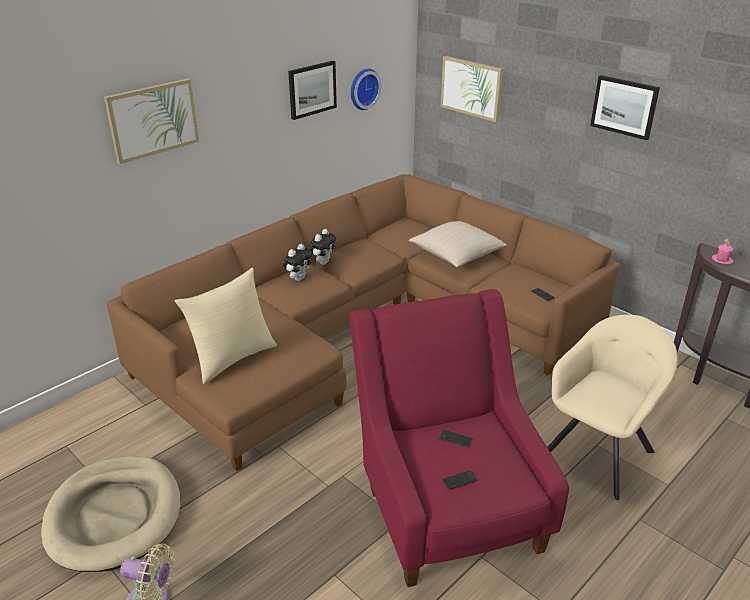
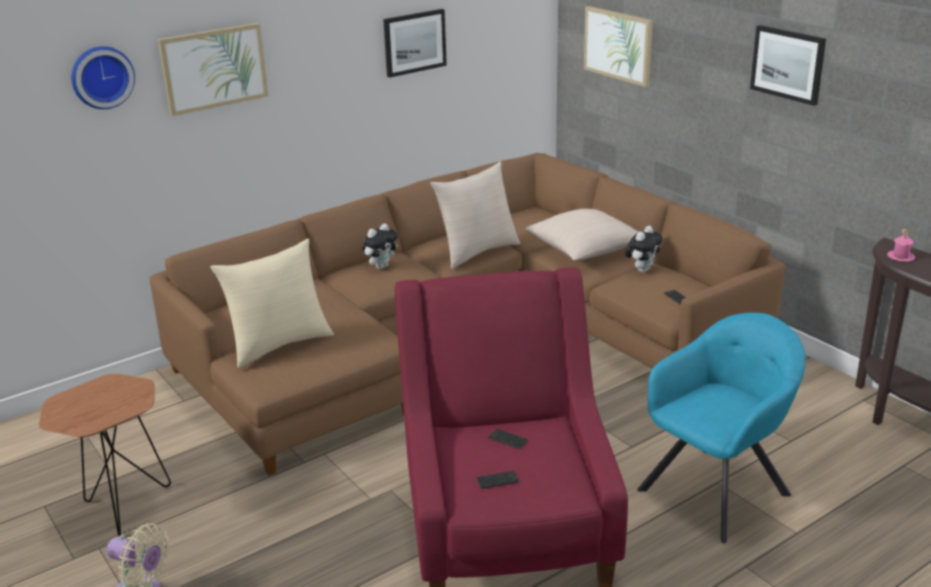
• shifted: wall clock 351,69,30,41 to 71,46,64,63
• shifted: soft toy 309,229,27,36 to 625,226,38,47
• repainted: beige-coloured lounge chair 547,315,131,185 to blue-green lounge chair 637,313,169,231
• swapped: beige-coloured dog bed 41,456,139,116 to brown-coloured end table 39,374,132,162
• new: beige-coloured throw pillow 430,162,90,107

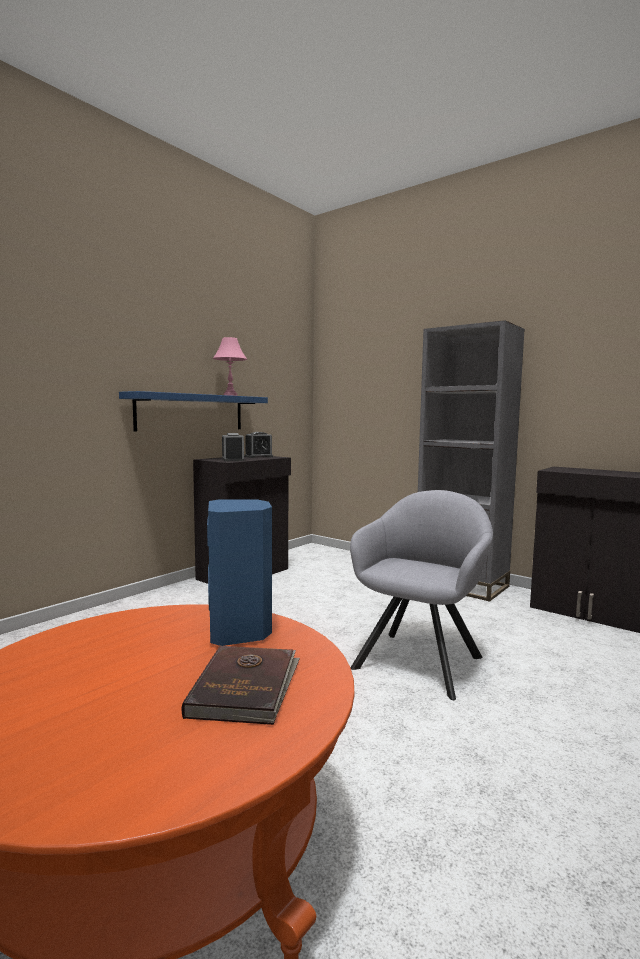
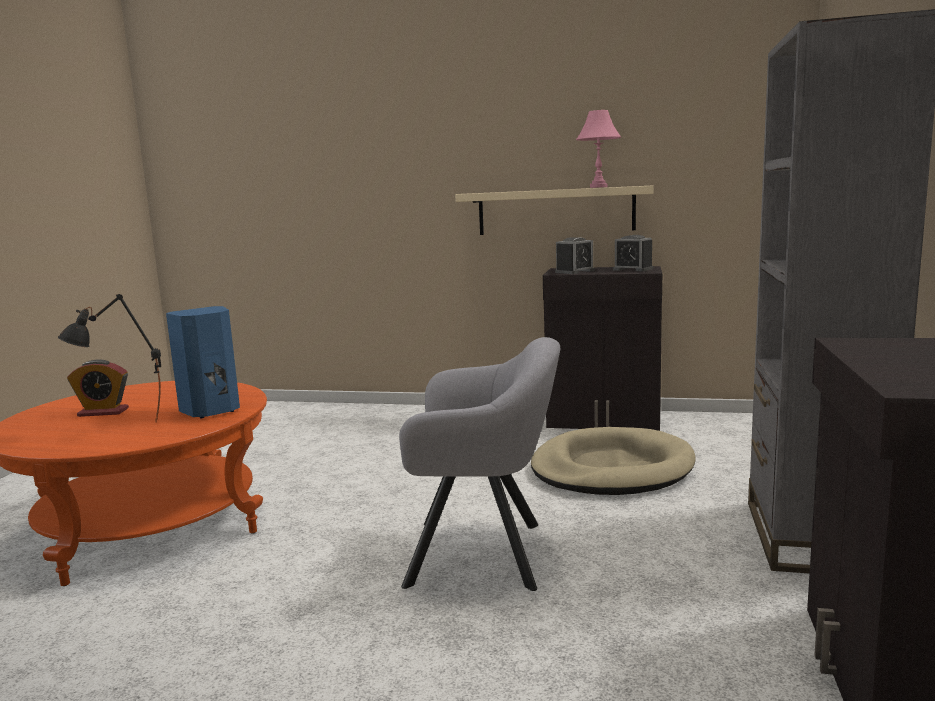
• repainted: blue-coloured bracket shelf 119,391,149,40 to beige-coloured bracket shelf 455,186,199,49
• swapped: brown-coloured bound book 182,645,118,80 to black-coloured lamp for a table 58,294,103,129
• new: bedside clock 67,359,62,58
• new: beige-coloured dog bed 531,427,164,68

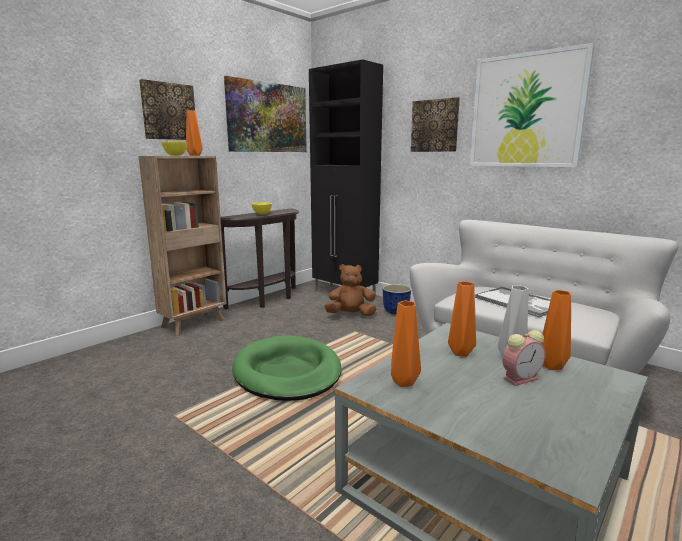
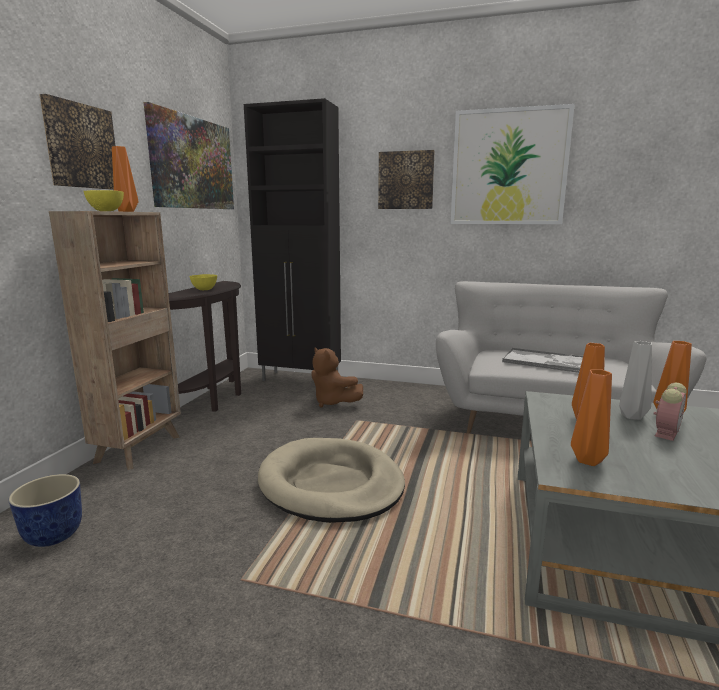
• rotated: brown-coloured soft toy 324,264,52,52 = 311,348,52,60 105 degrees counterclockwise
• shifted: plant pot 383,284,28,31 to 8,474,74,73
• repainted: green-coloured dog bed 232,335,109,66 to beige-coloured dog bed 258,438,147,85

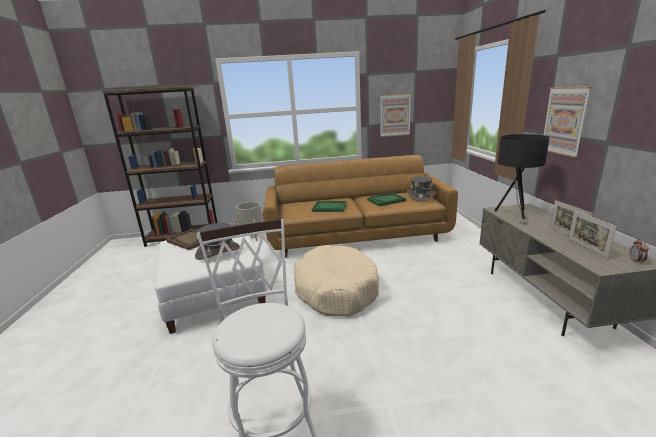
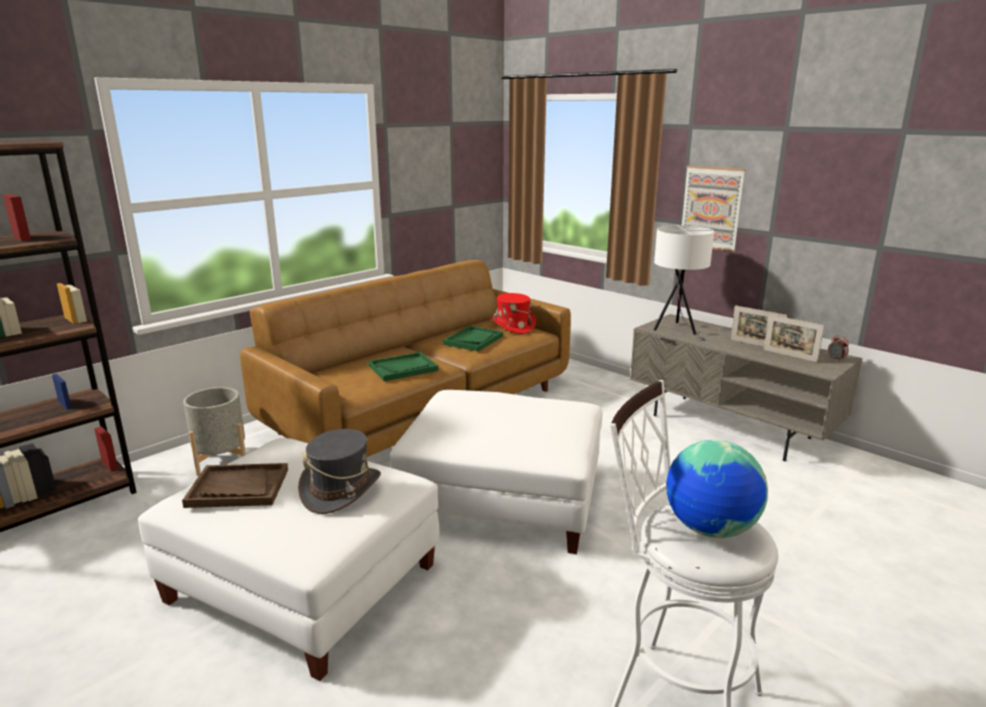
• gone: picture 380,93,31,44
• repainted: black-coloured lamp for a table 494,134,56,91 to white-coloured lamp for a table 653,225,61,116
• repainted: grey clothing hat 407,176,29,26 to red-coloured clothing hat 490,293,46,41
• swapped: beige-coloured dog bed 294,245,85,71 to white-coloured ottoman 390,390,212,164
• new: globe 666,440,102,98

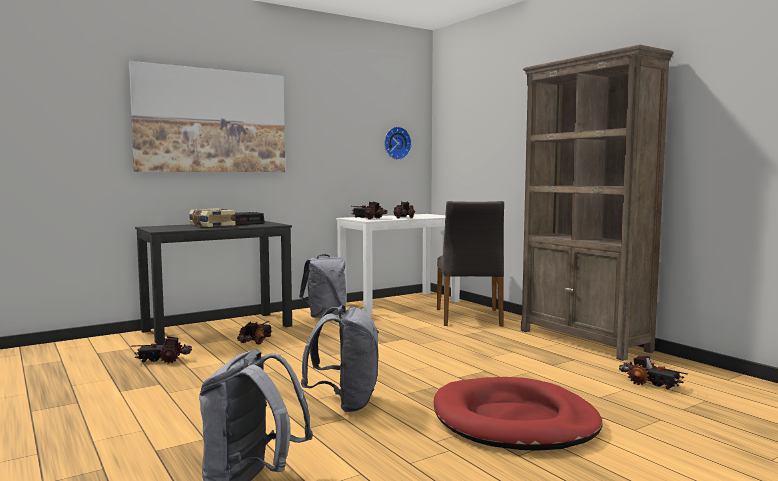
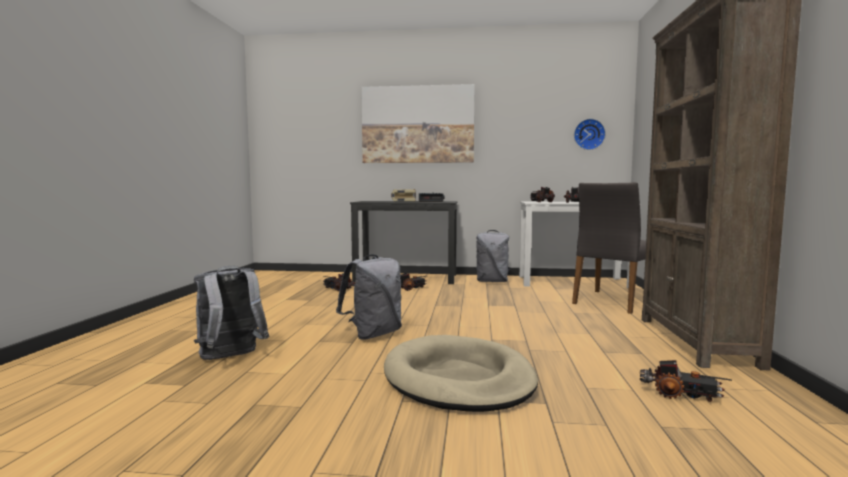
• rotated: toy truck 619,356,69,34 = 640,360,92,42 60 degrees counterclockwise
• repainted: red-coloured dog bed 434,377,168,74 to beige-coloured dog bed 384,335,154,77

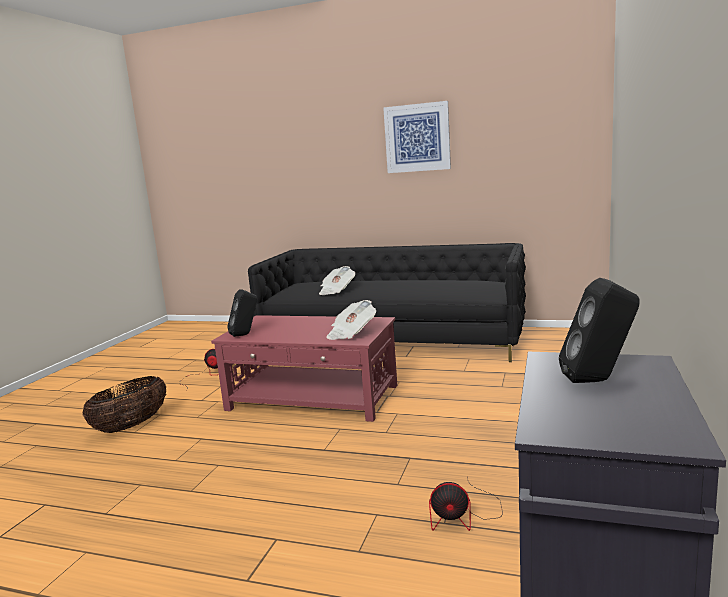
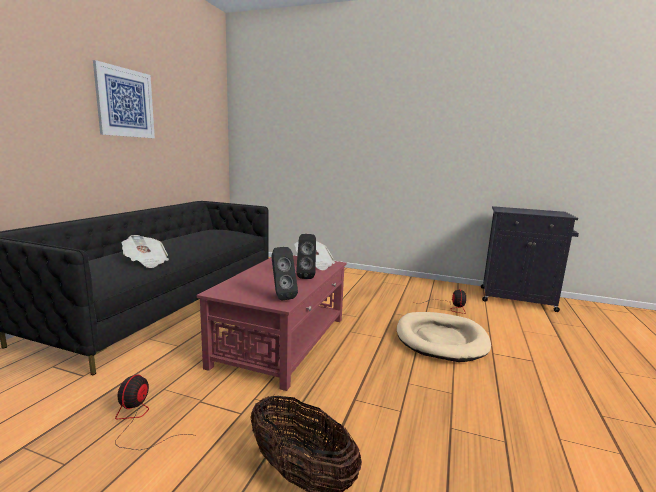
• shifted: black-coloured audio speaker 559,278,81,105 to 296,234,20,45
• new: beige-coloured dog bed 397,312,94,50

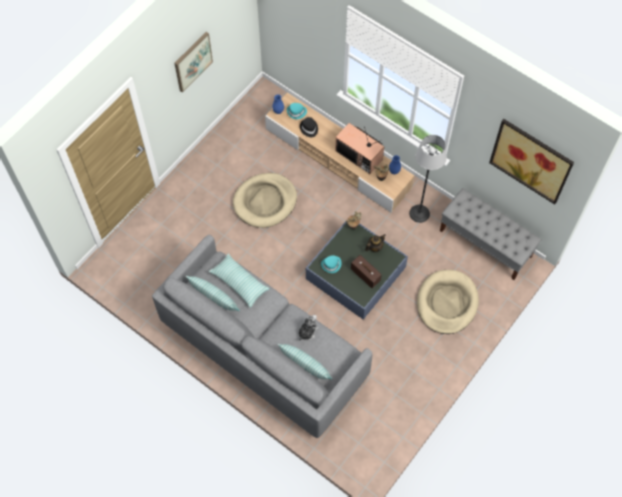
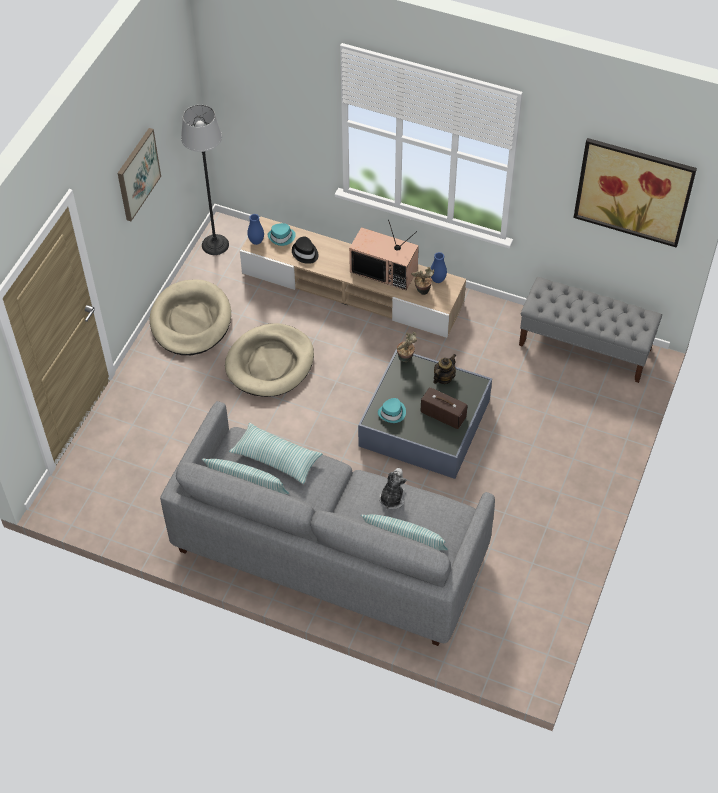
• shifted: standing lamp 409,135,38,88 to 181,105,48,150
• shifted: beige-coloured dog bed 417,270,62,64 to 150,279,81,76

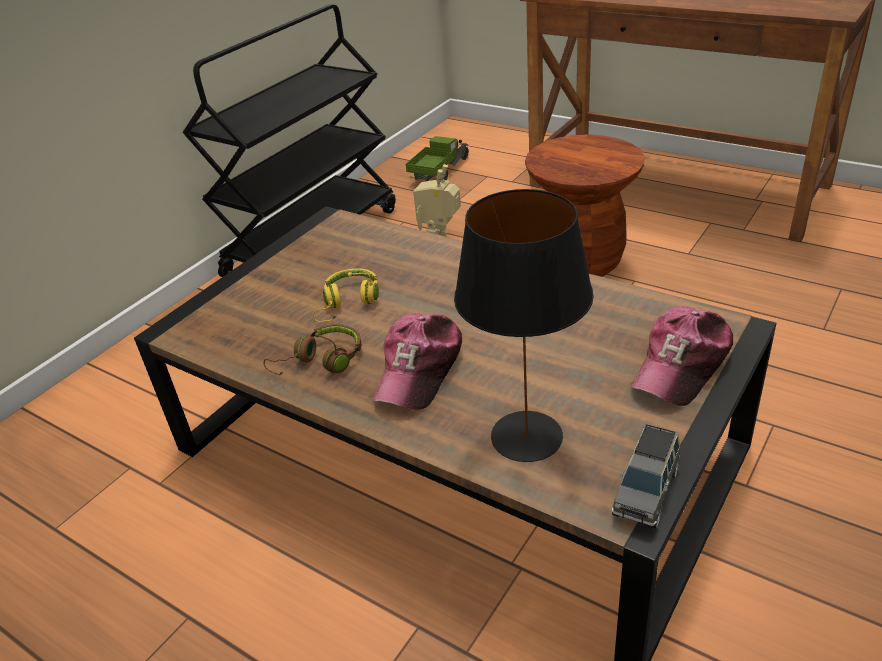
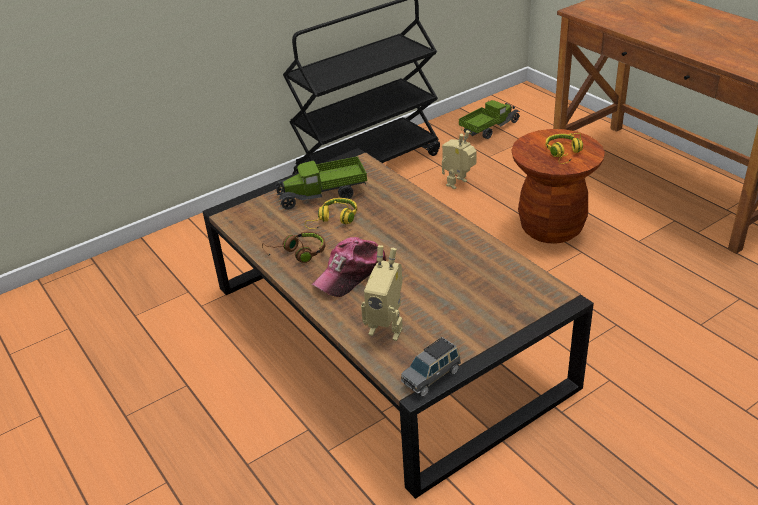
• swapped: black-coloured lamp for a table 454,189,140,273 to toy robot 361,245,42,96
• gone: baseball cap 631,306,102,100
• new: yellowish pair of headphones 546,133,37,31
• new: toy truck 275,156,92,54

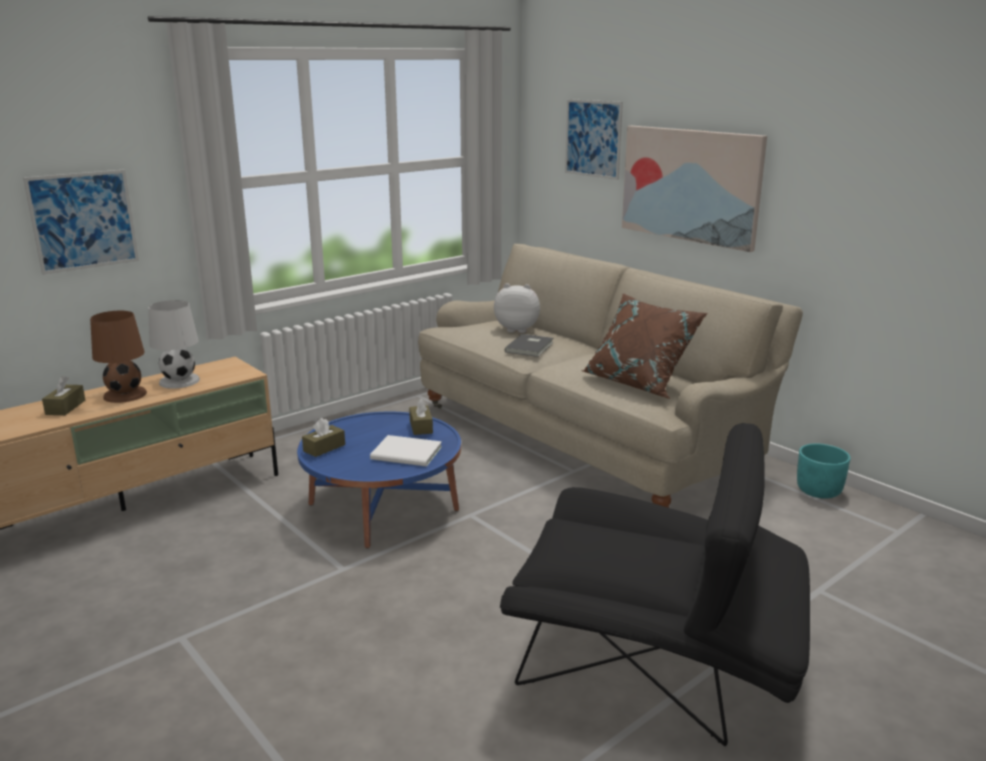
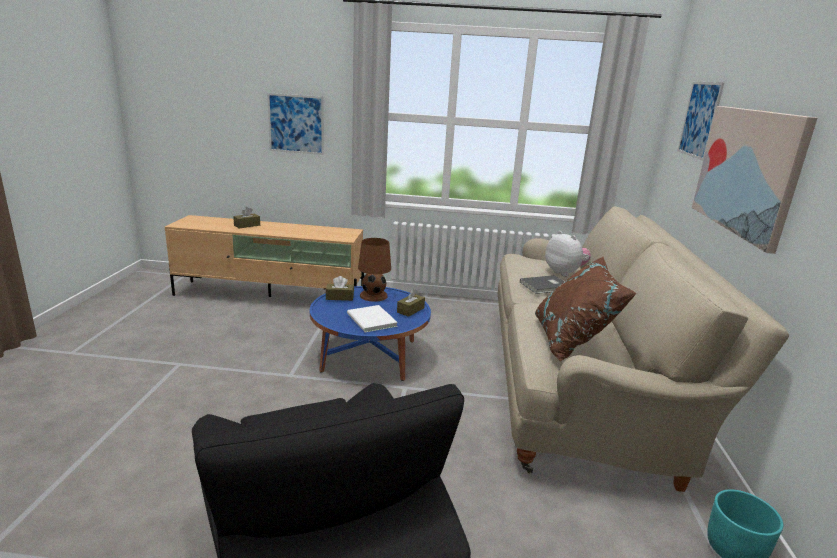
• gone: white-coloured lamp for a table 148,300,52,89
• shifted: brown-coloured lamp for a table 90,311,57,92 to 358,238,33,64

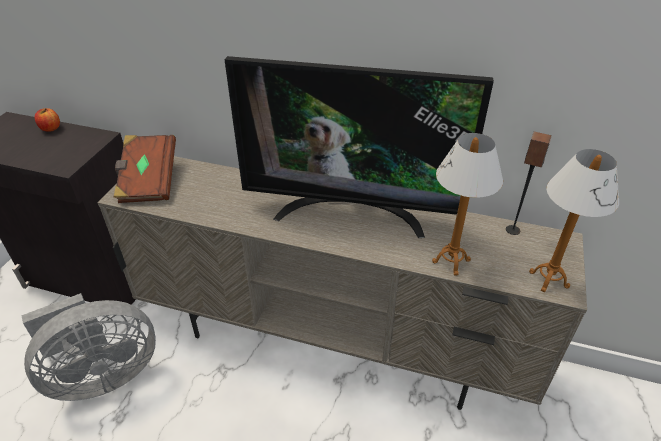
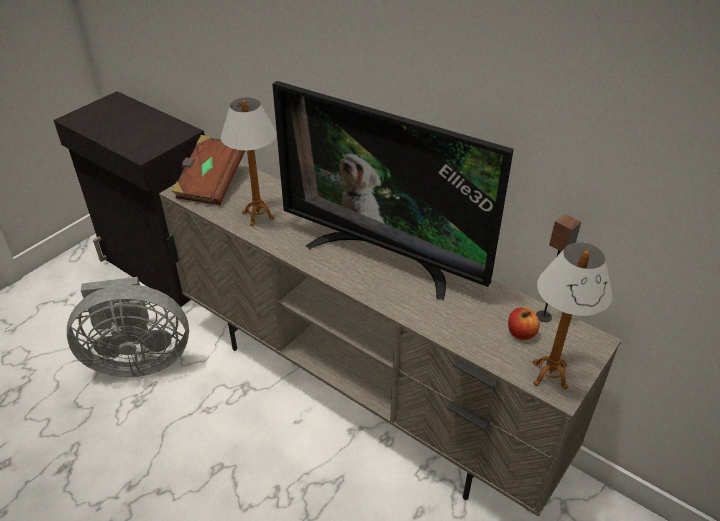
• shifted: whole apple 35,108,25,24 to 508,307,32,33
• shifted: lamp for a table 432,133,71,143 to 221,98,56,128

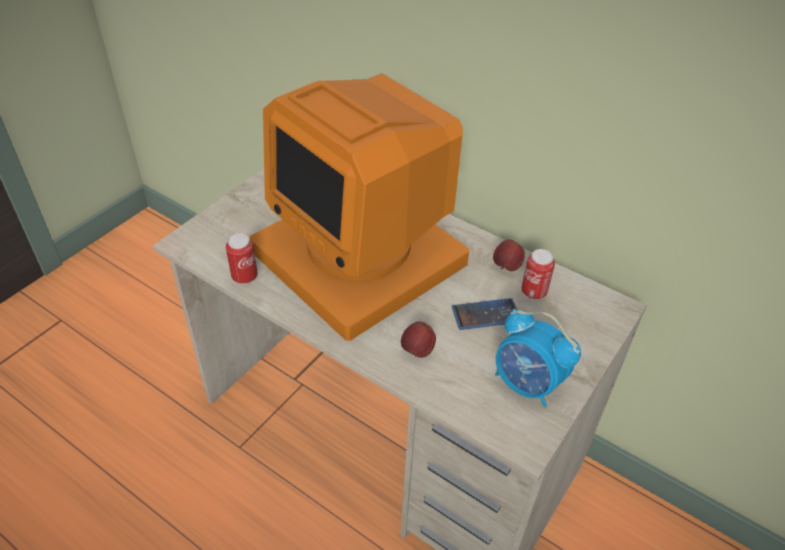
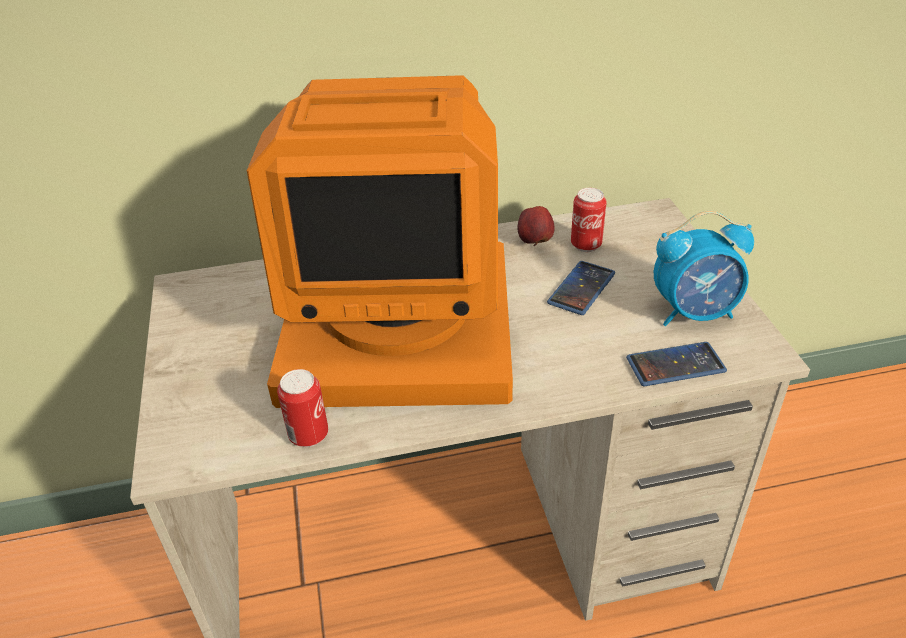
• gone: whole apple 401,322,35,36
• new: telephone 626,342,101,44

